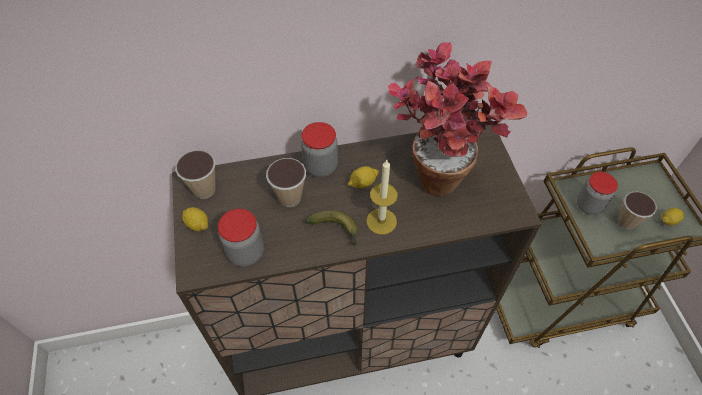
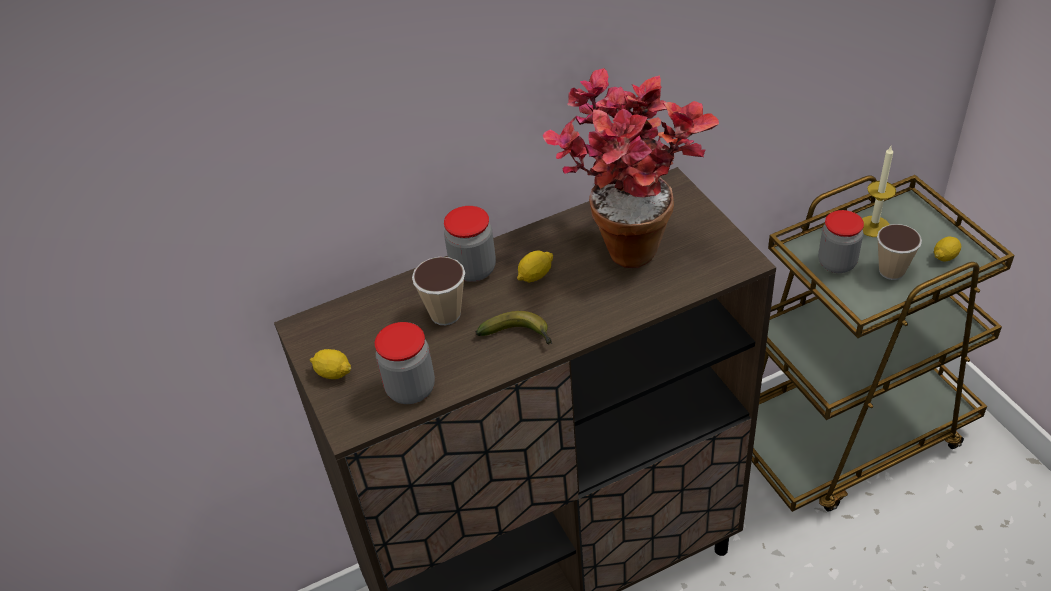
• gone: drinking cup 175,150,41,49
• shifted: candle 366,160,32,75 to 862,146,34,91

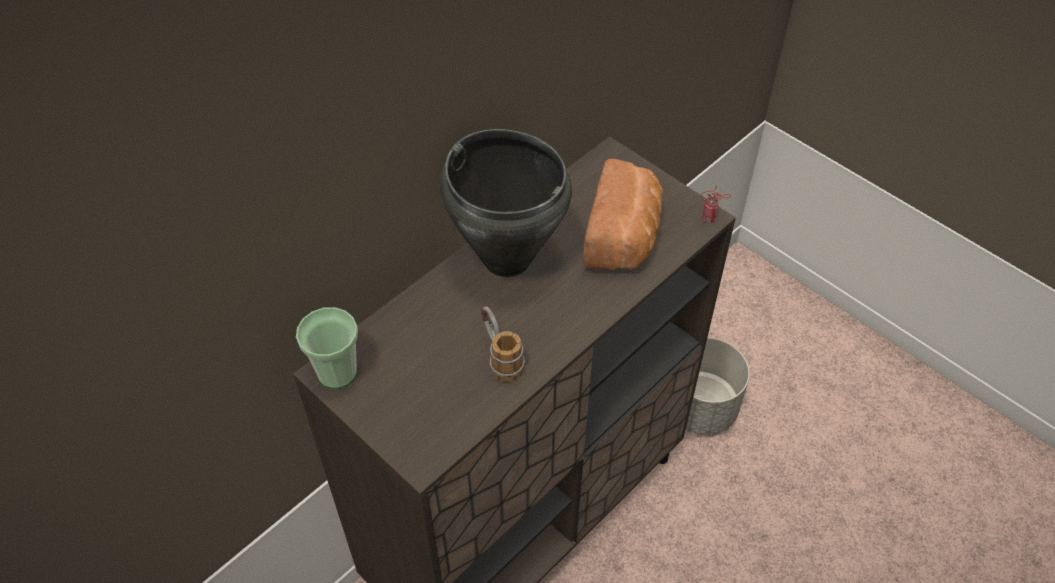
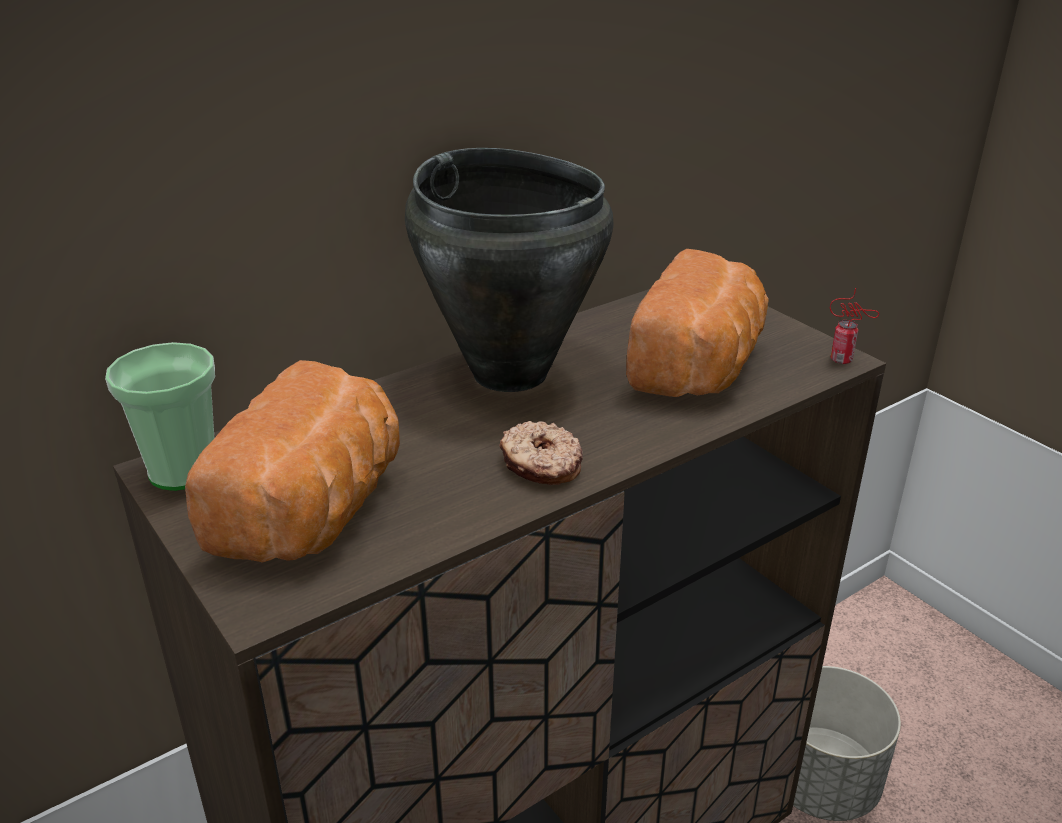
• gone: coffee mug 481,306,44,76
• new: bakery bread 185,360,215,202
• new: doughnut 499,421,84,64

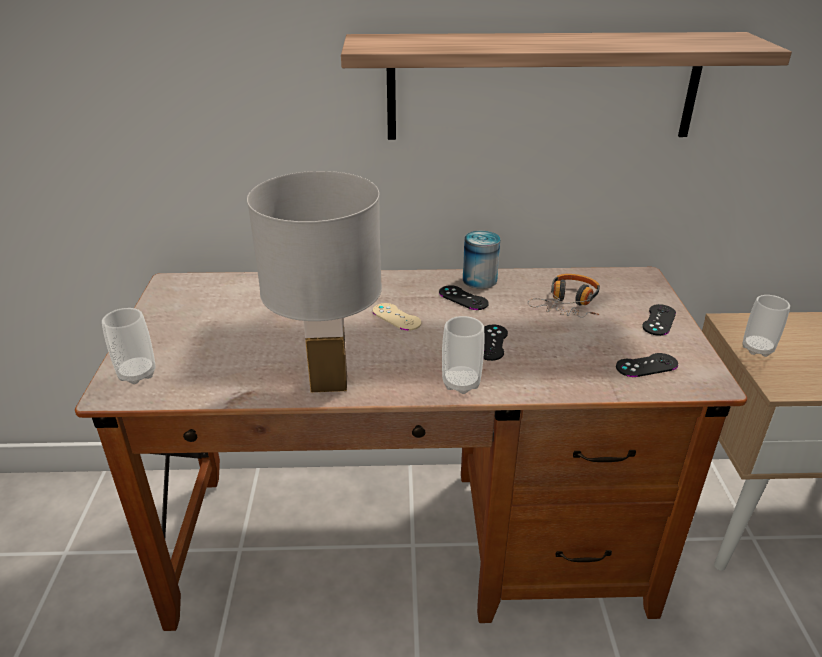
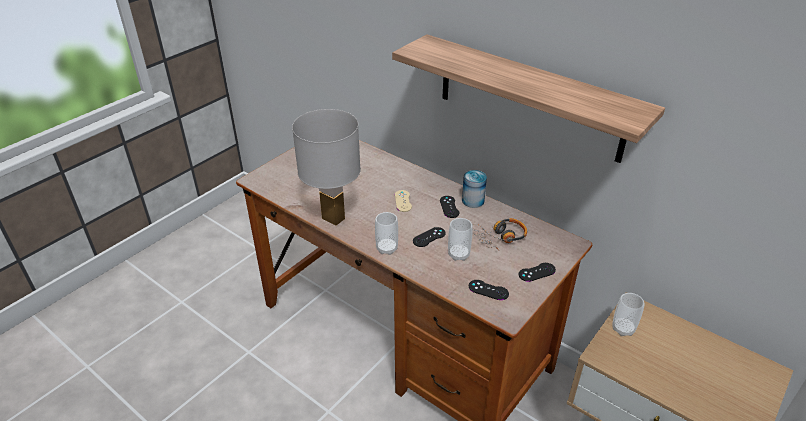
• shifted: drinking cup 102,308,54,76 to 448,218,25,43

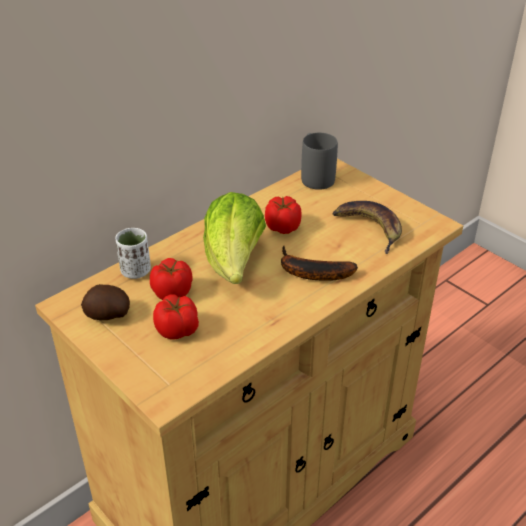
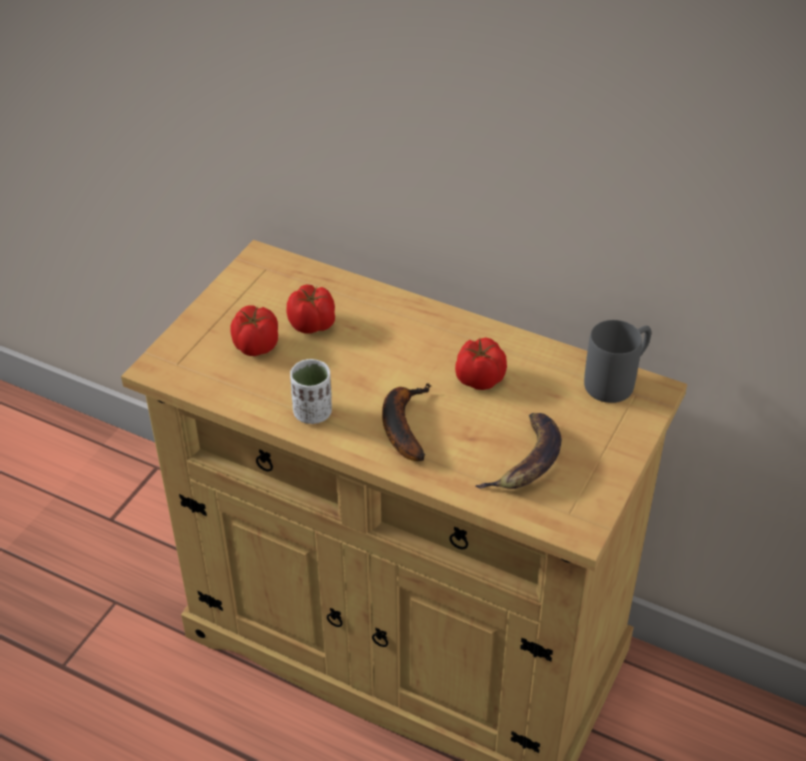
• gone: head of lettuce 203,192,63,92
• shifted: white-coloured drinking cup 115,228,36,51 to 290,359,42,65
• gone: spud 81,284,49,36

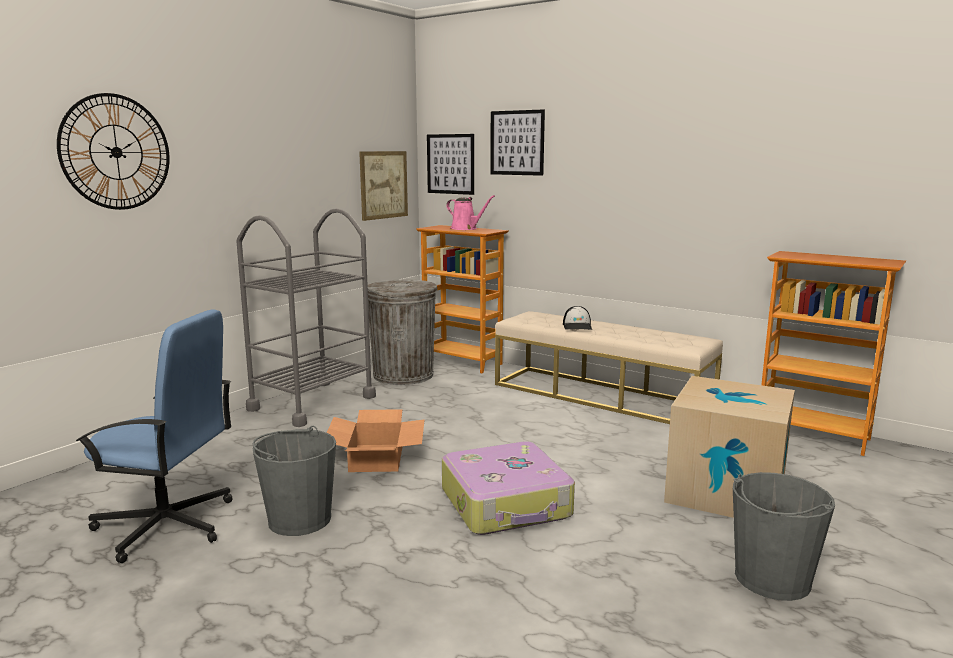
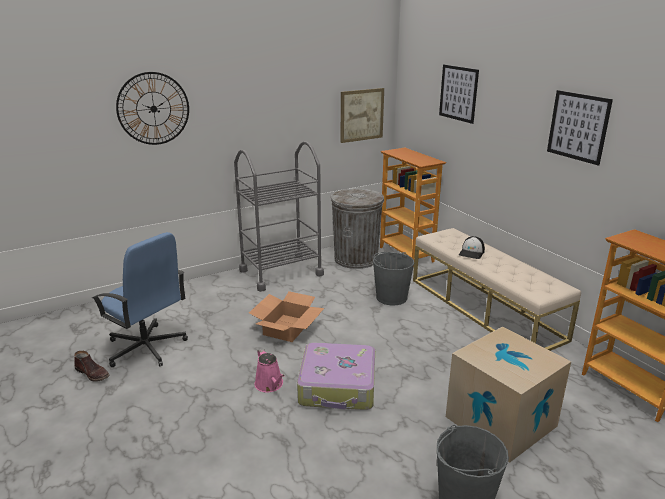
• shifted: picture 427,134,47,61 to 547,90,66,75
• shifted: pink watering pot 446,195,49,35 to 254,349,31,44
• shifted: grey bucket 252,426,84,110 to 373,252,41,54
• new: brown-coloured high-top boot 74,351,35,31

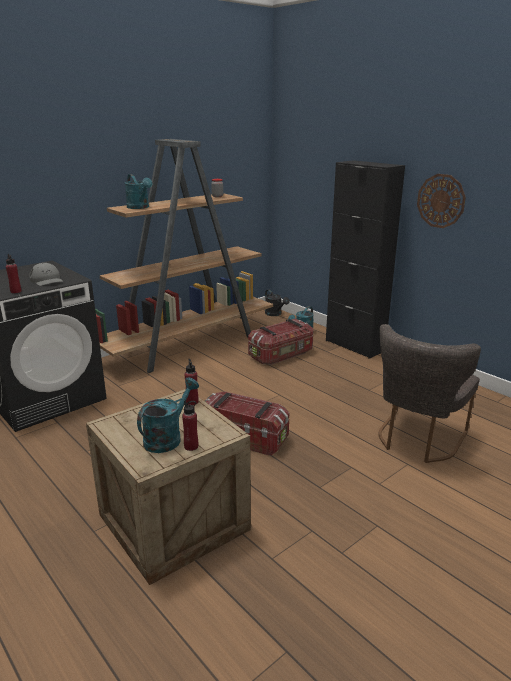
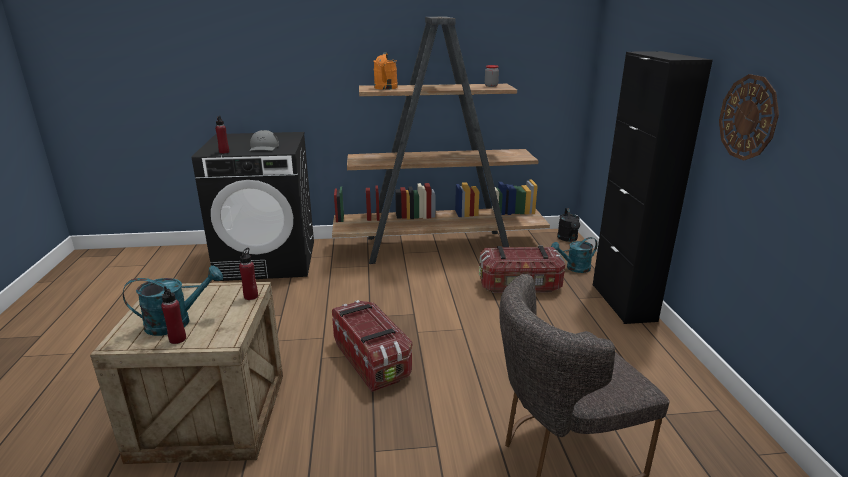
• repainted: blue-green watering pot 125,174,27,35 to orange watering pot 373,52,25,38

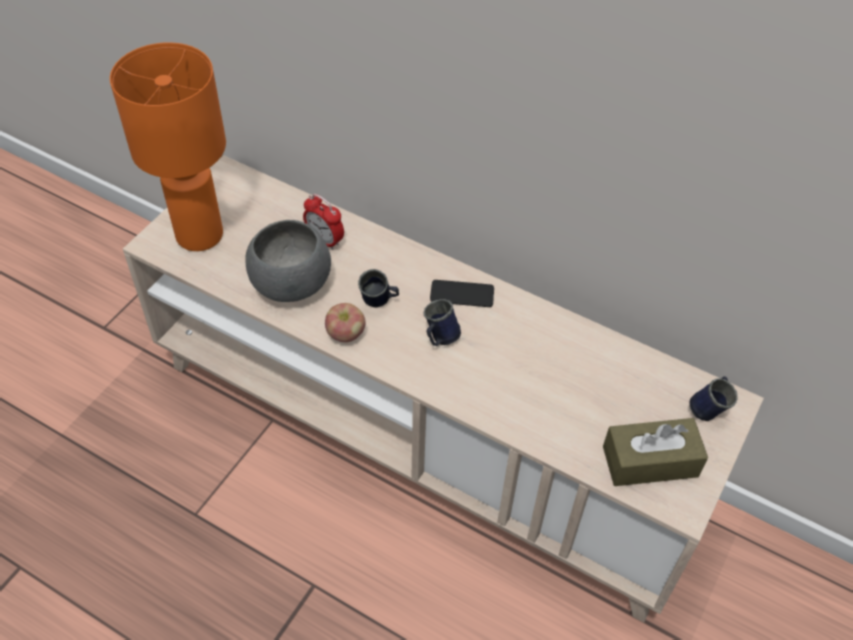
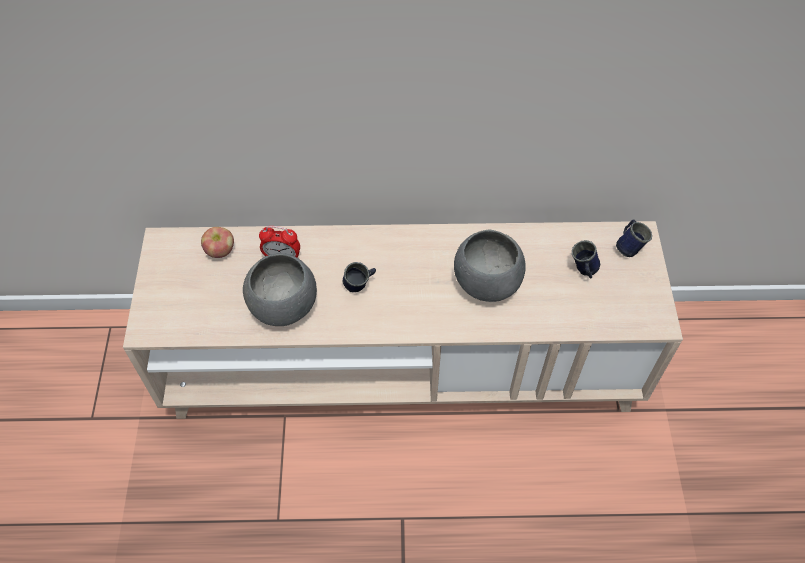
• gone: orange lamp for a table 110,42,116,209
• gone: telephone 430,280,64,27
• shifted: blue-coloured coffee mug 423,299,38,47 to 572,240,28,38
• shifted: whole apple 325,303,41,39 to 201,227,33,31
• gone: brown-coloured box of tissues 603,418,105,68
• new: grey bowl 454,230,72,72

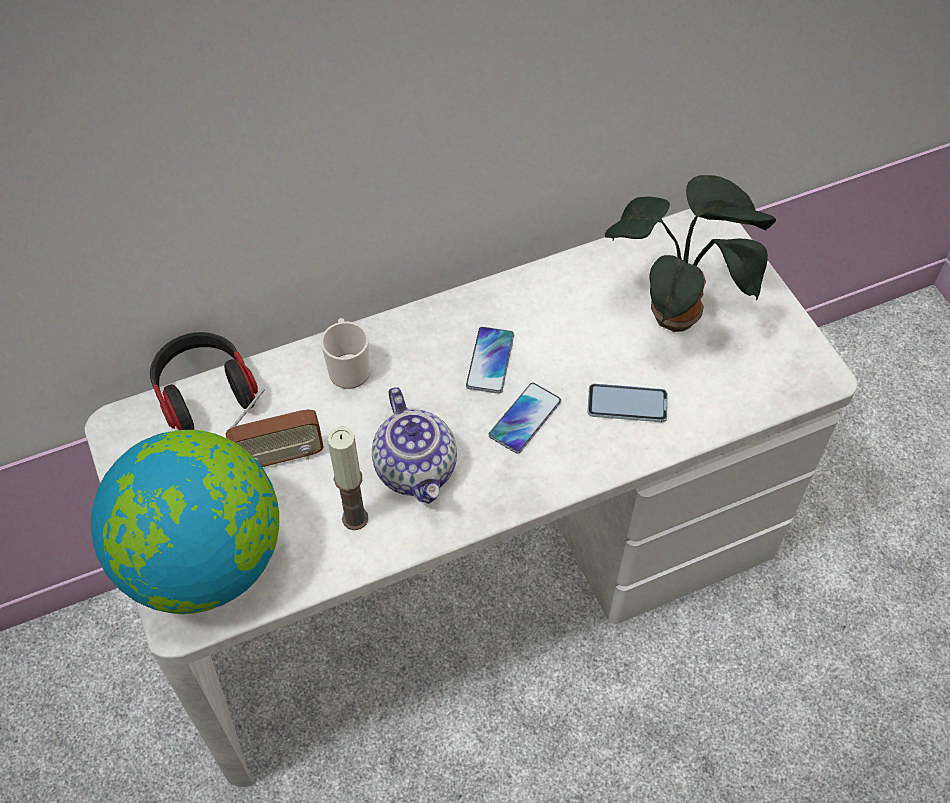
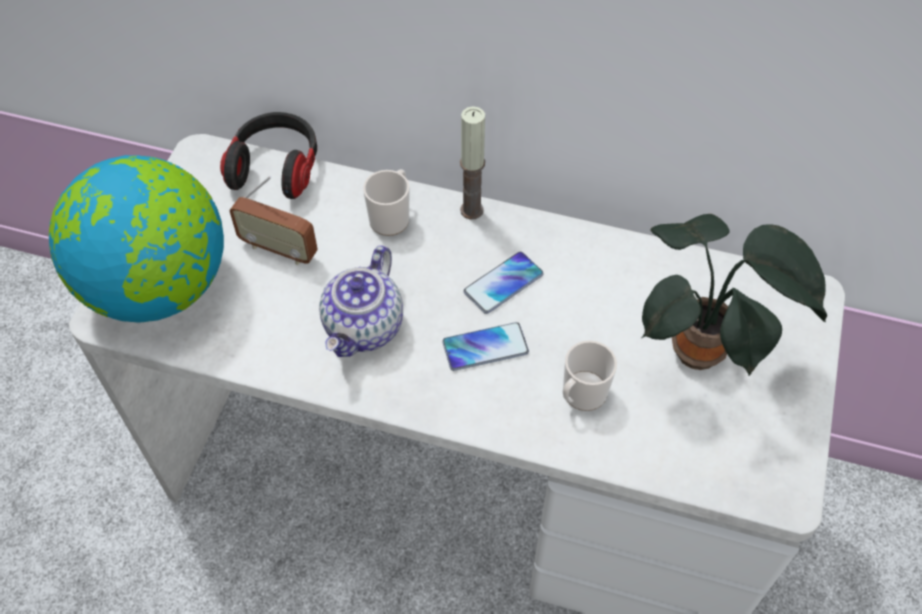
• swapped: telephone 587,383,81,39 to coffee mug 563,340,54,71
• shifted: candle 327,427,41,103 to 460,106,25,113

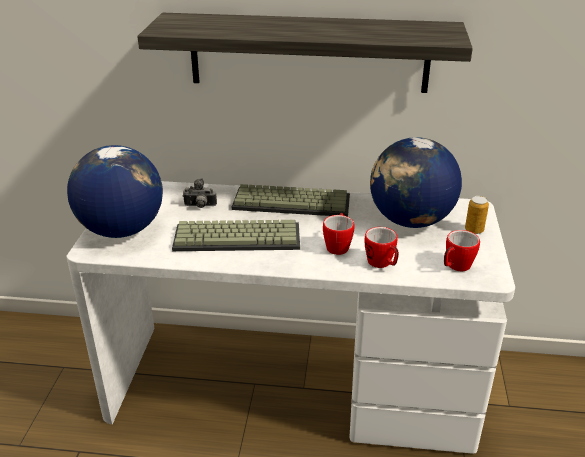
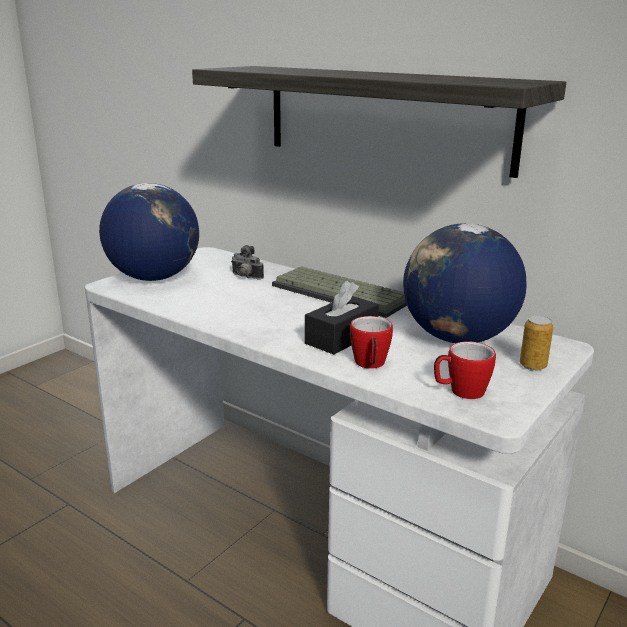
• swapped: coffee mug 323,213,31,42 to black-coloured box of tissues 305,281,74,74
• gone: PC keyboard 172,220,128,31

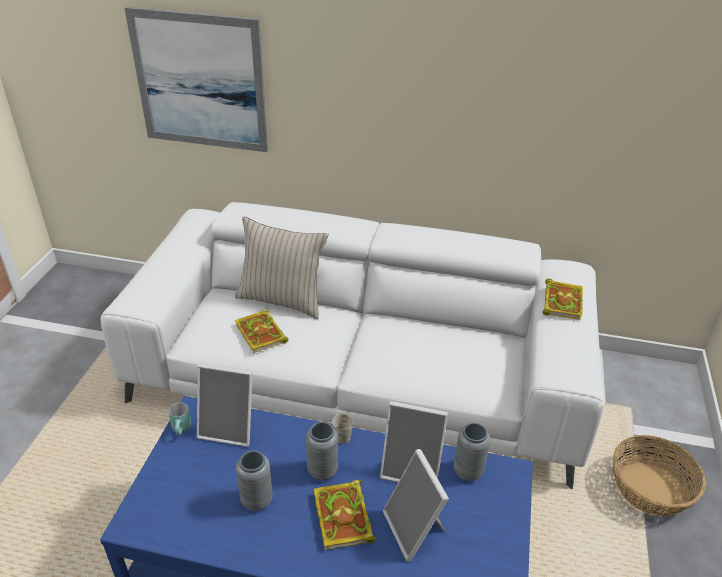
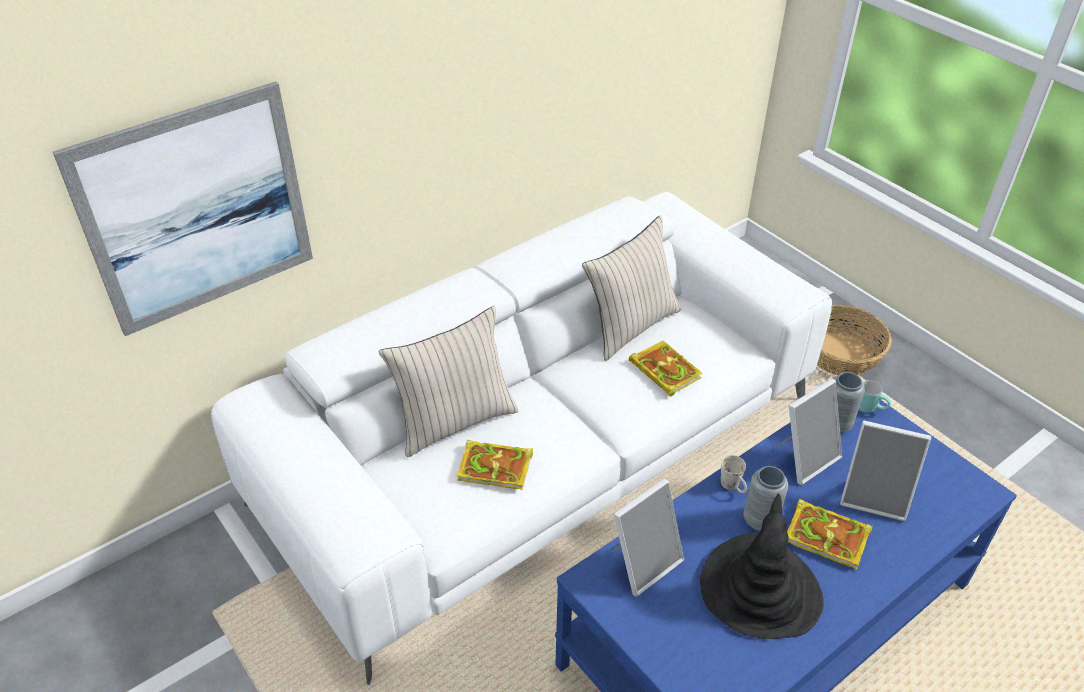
• shifted: bound book 542,279,41,41 to 629,341,74,56
• shifted: blue-green coffee mug 168,402,23,34 to 859,380,32,33
• swapped: grey vase 236,451,37,60 to black-coloured clothing hat 700,493,124,146
• new: beige-coloured throw pillow 582,215,99,146

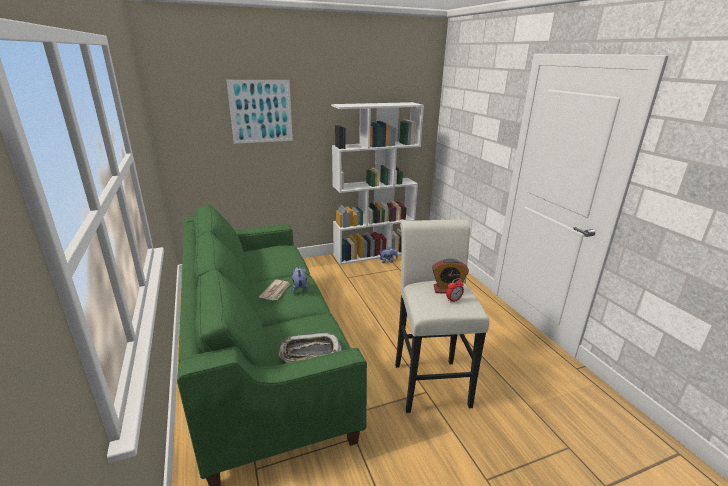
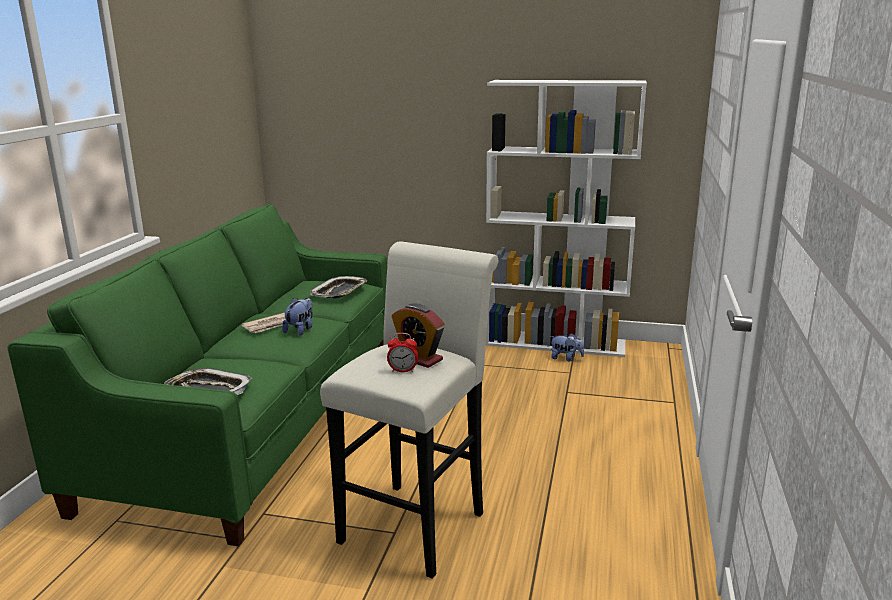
• gone: picture 227,80,66,64
• new: tray 310,276,57,22

